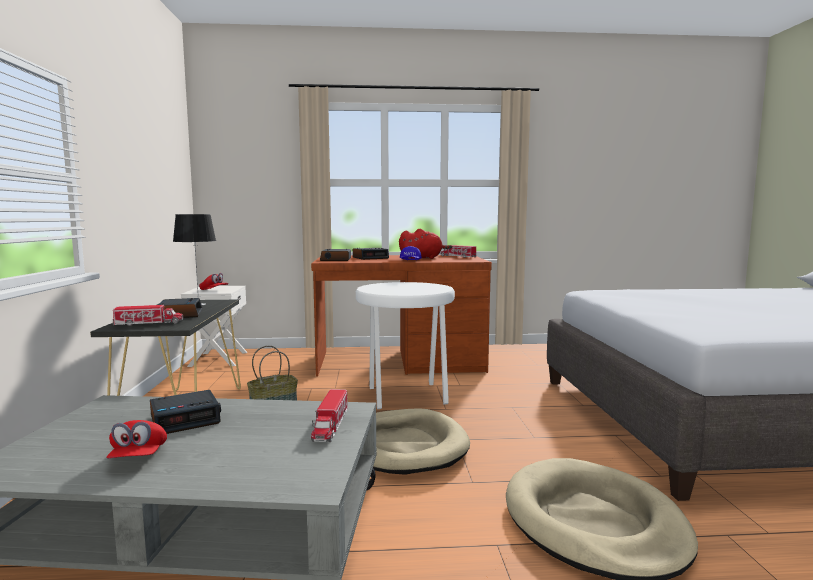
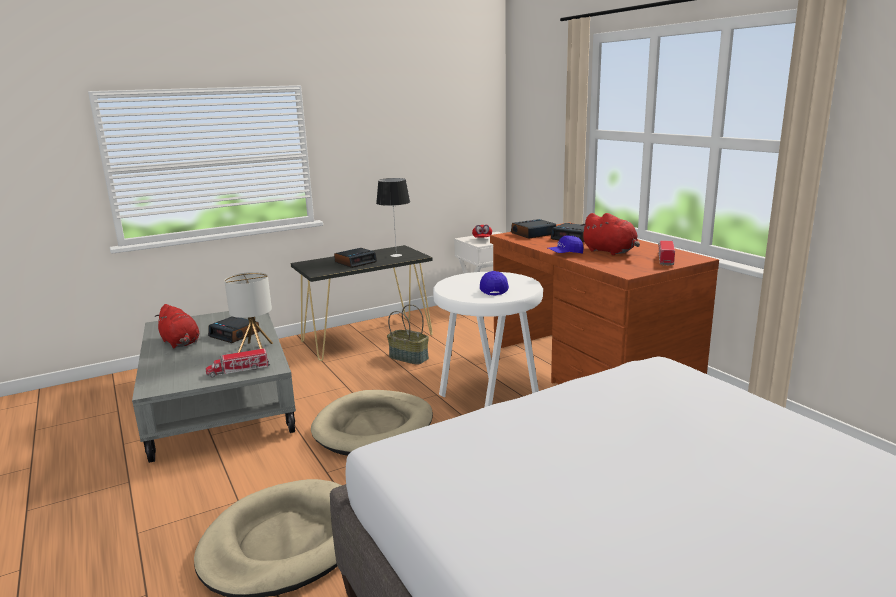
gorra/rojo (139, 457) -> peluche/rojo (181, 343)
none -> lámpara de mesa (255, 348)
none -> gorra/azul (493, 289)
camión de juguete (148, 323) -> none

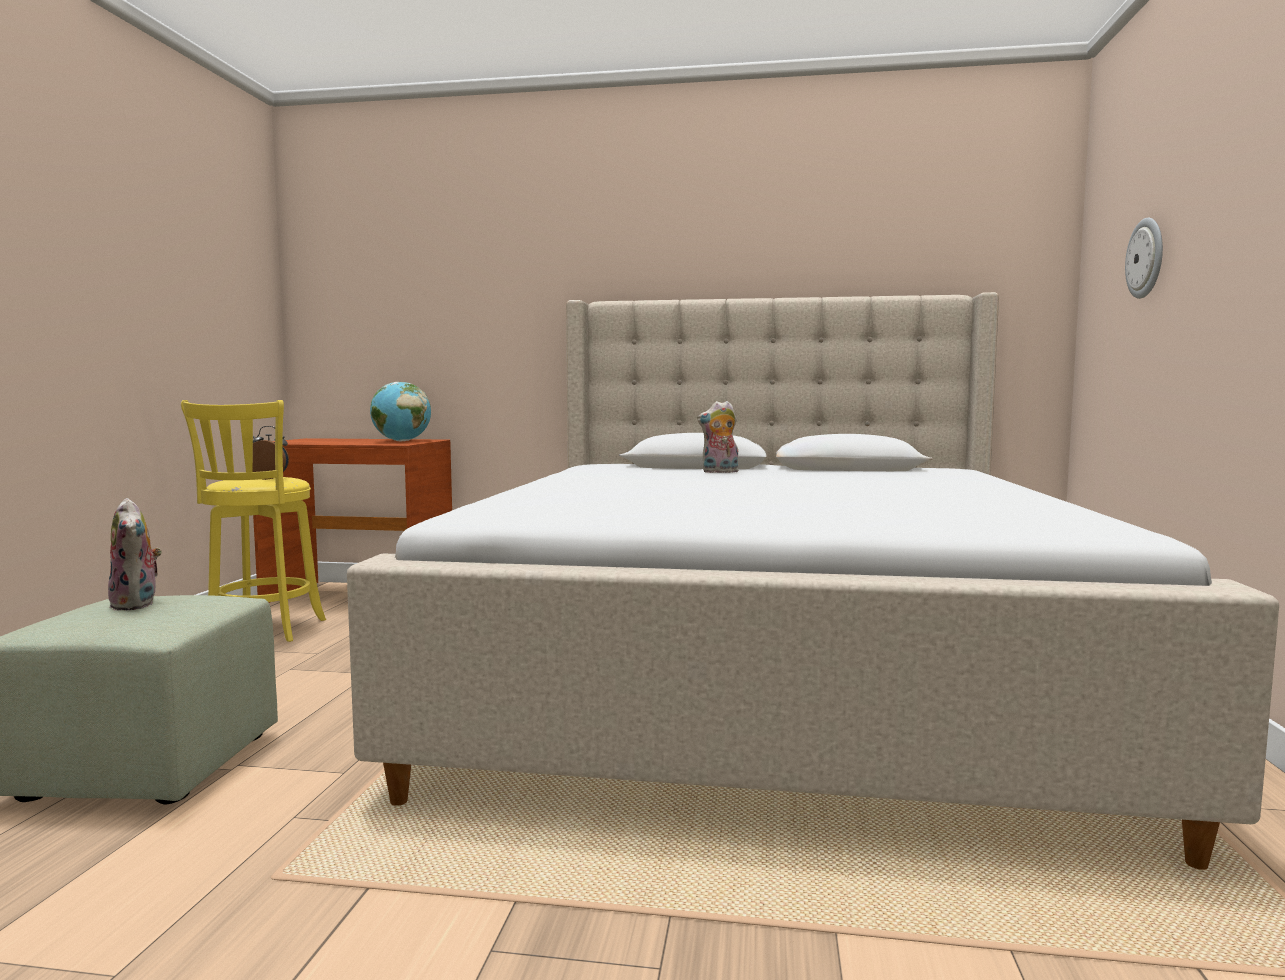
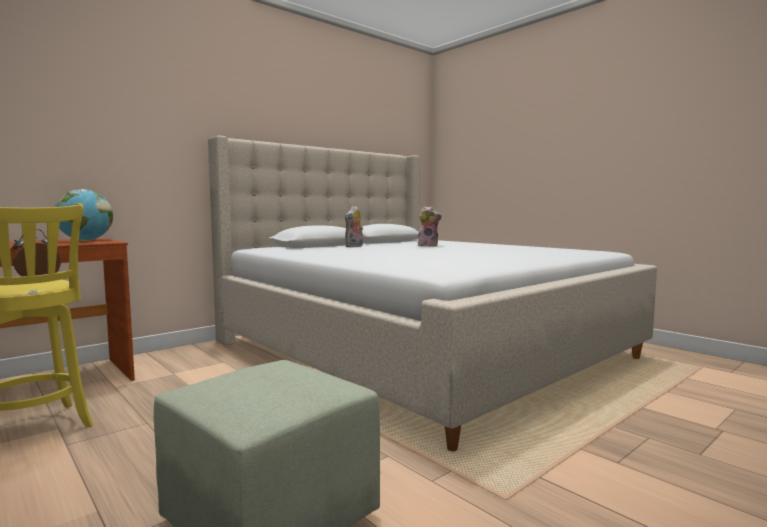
peluche (137, 604) -> peluche (428, 245), shifted
reloj de pared (1146, 258) -> none

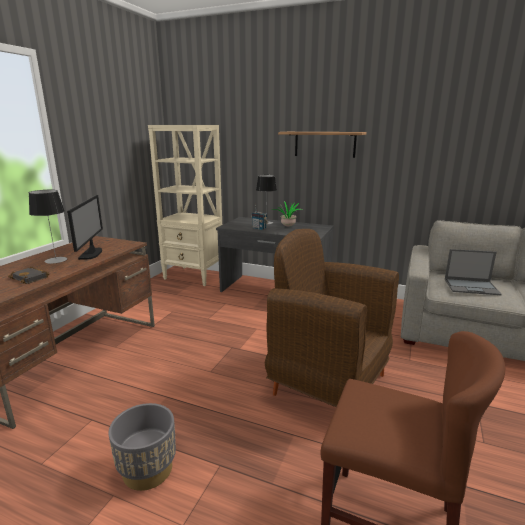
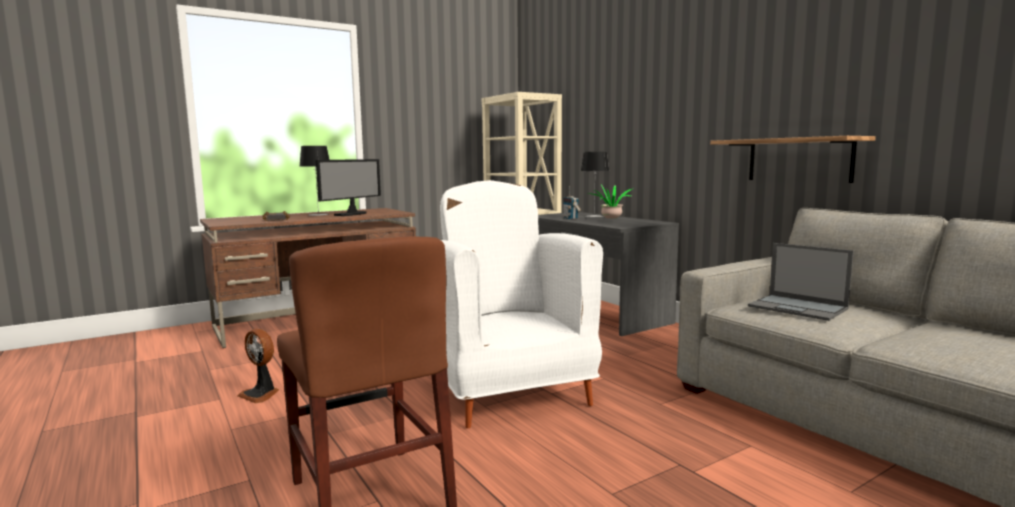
maceta/gris (148, 470) -> ventilador (261, 394)
sillón/marrón (327, 384) -> sillón/blanco (510, 393)
estante (324, 144) -> estante (799, 160), shifted

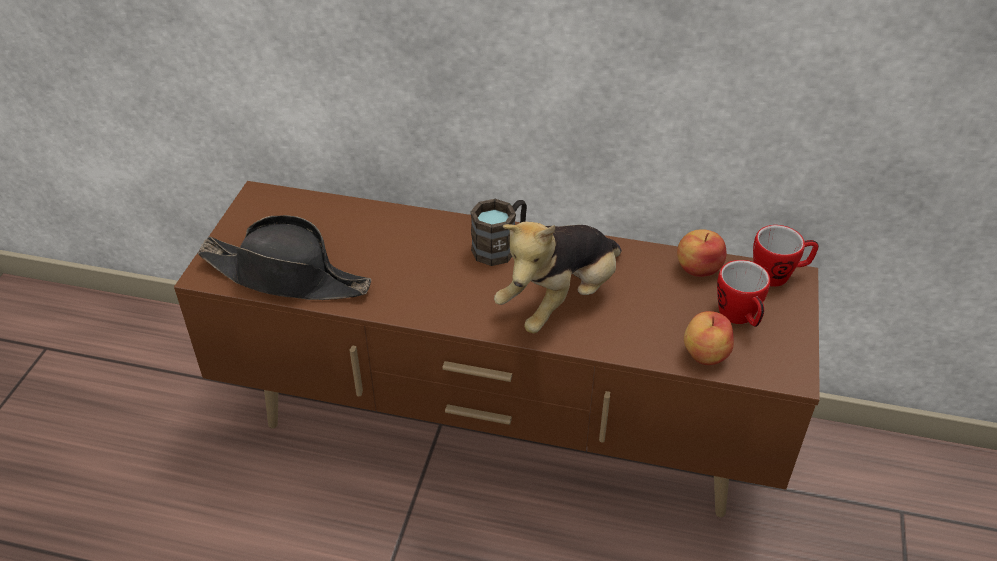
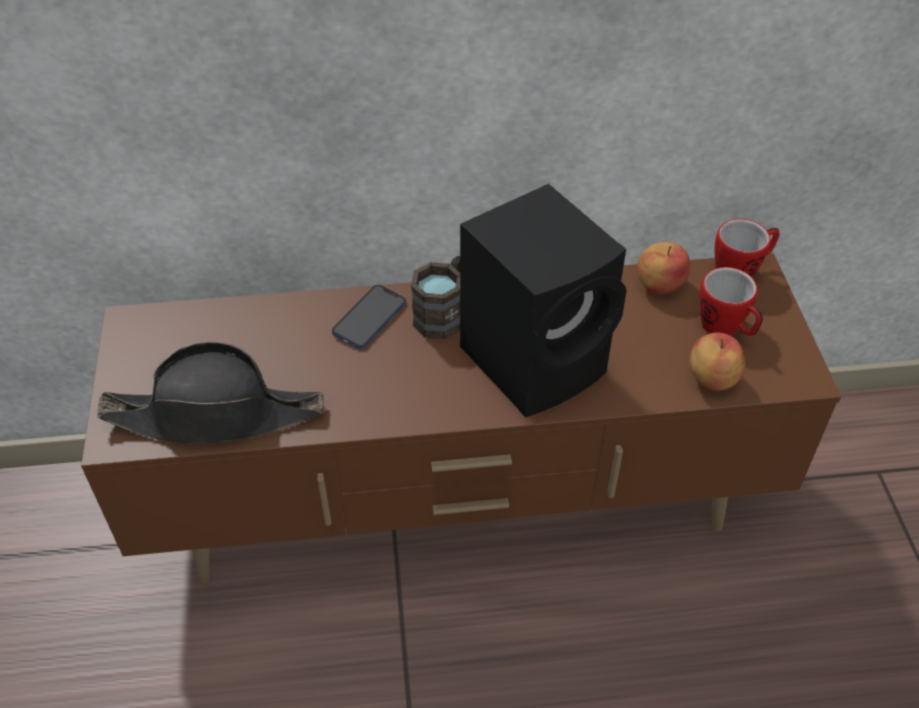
none -> móvil (369, 318)
peluche (560, 300) -> altavoz/negro (537, 359)

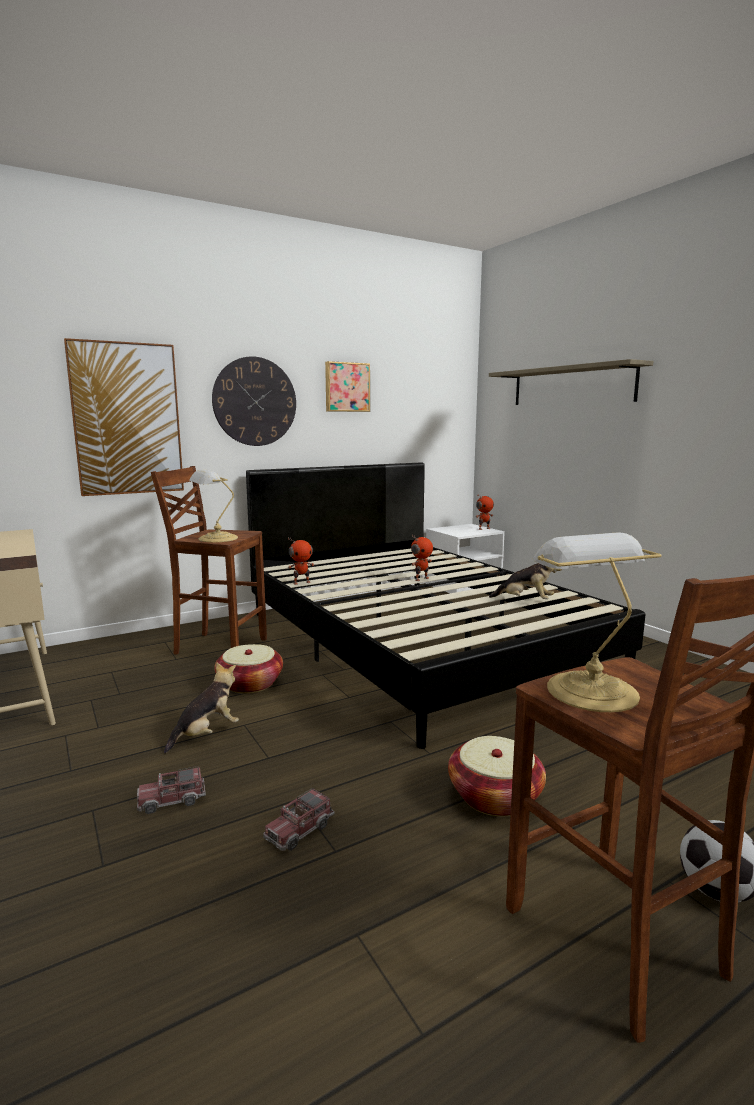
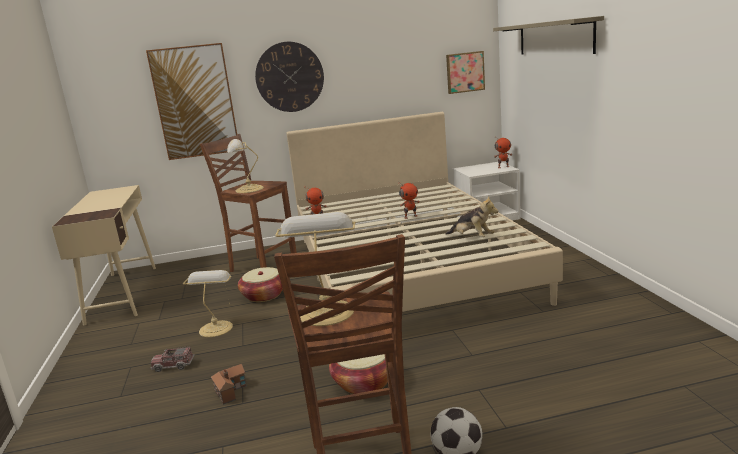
peluche (206, 734) -> lámpara de mesa (216, 328)
camión de juguete (299, 830) -> casita (230, 389)
cama/negro (418, 641) -> cama/beis (407, 266)
cuadro (346, 387) -> cuadro (465, 72), shifted

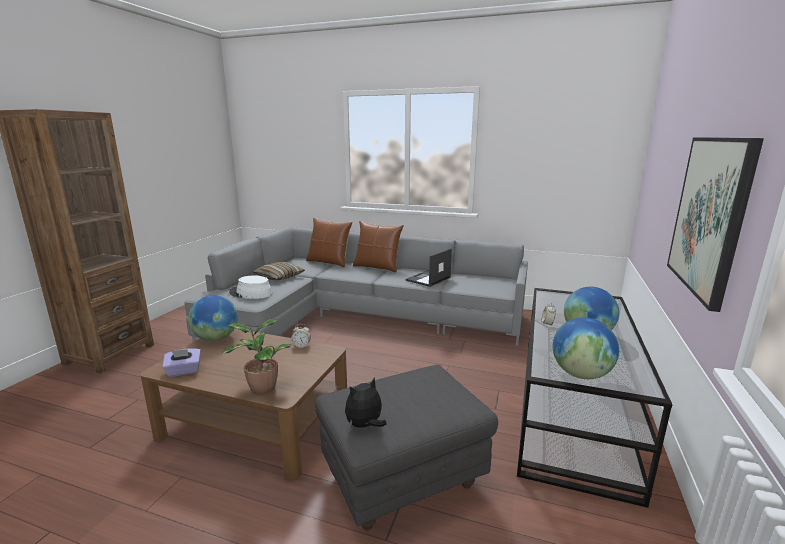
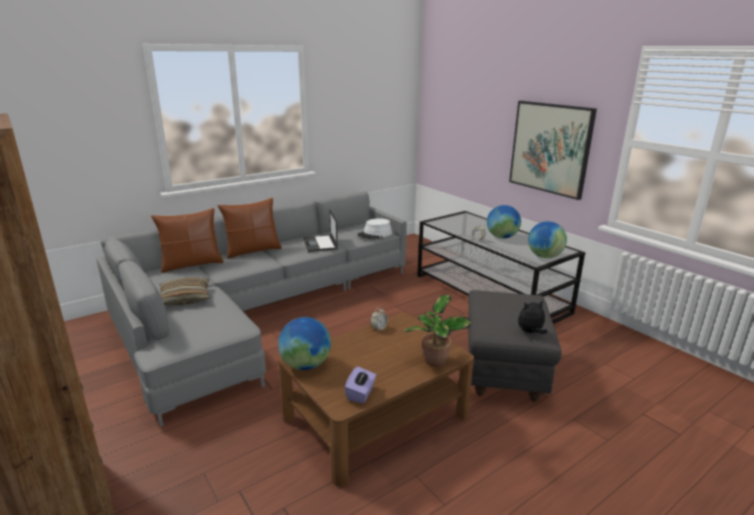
sombrero/blanco (250, 293) -> sombrero/blanco (375, 234), shifted
peluche (365, 426) -> peluche (530, 332), 75 degrees clockwise

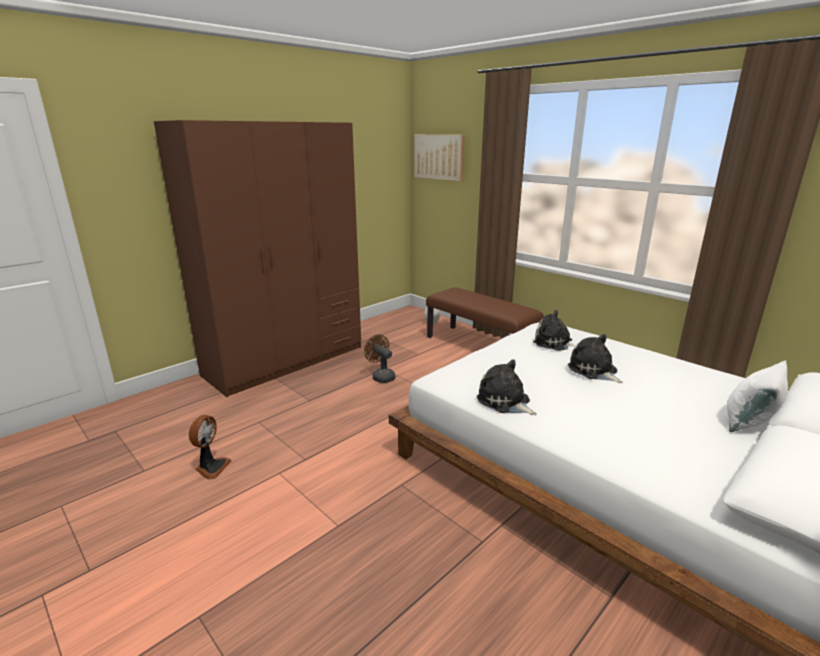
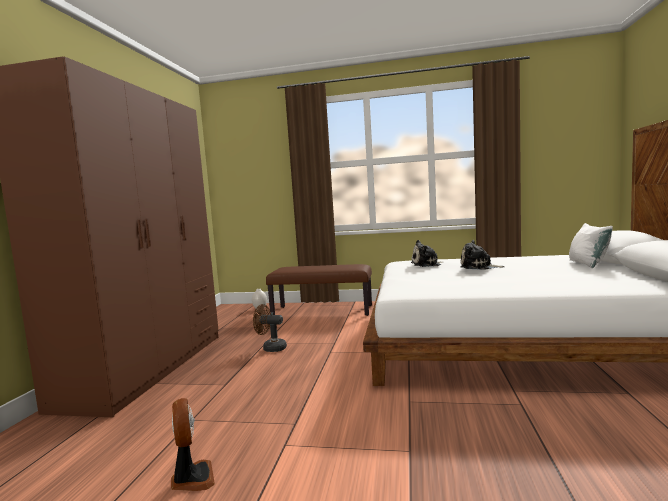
cuadro (439, 157) -> none
peluche (505, 402) -> none

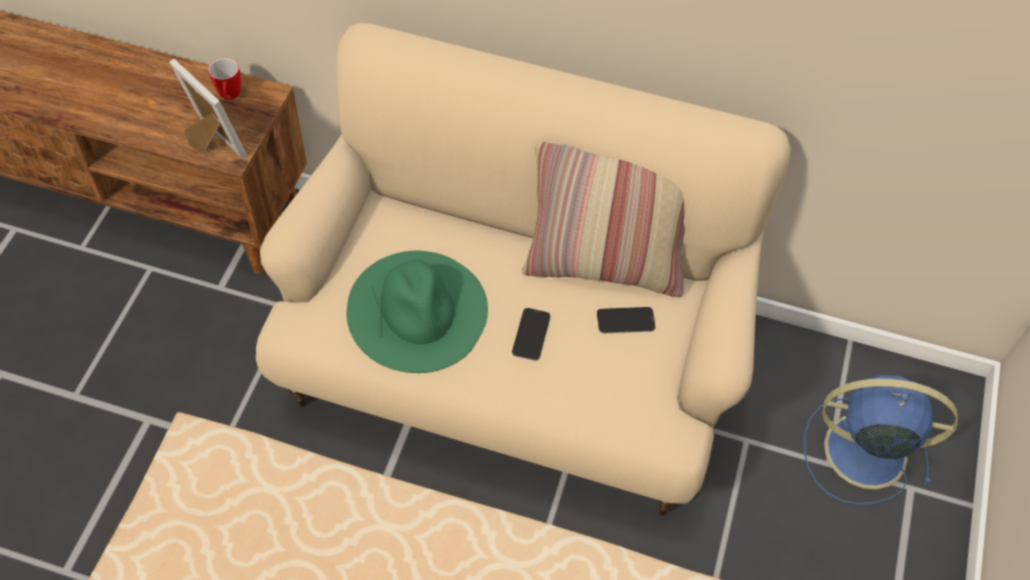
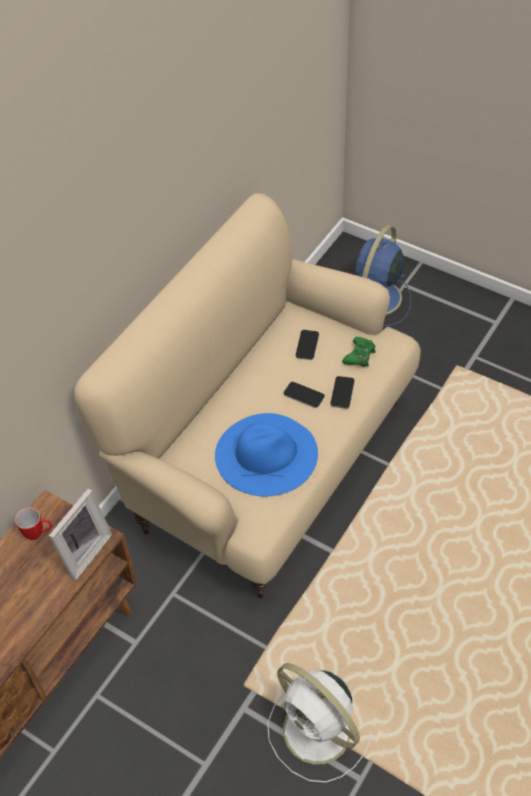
portarretratos (211, 144) -> portarretratos (83, 551), 150 degrees clockwise
sombrero/verde (417, 310) -> sombrero/azul (266, 454)
none -> ventilador/blanco (319, 732)
none -> móvil (342, 393)
none -> mando de consola/verde (359, 356)
cojín (604, 266) -> none

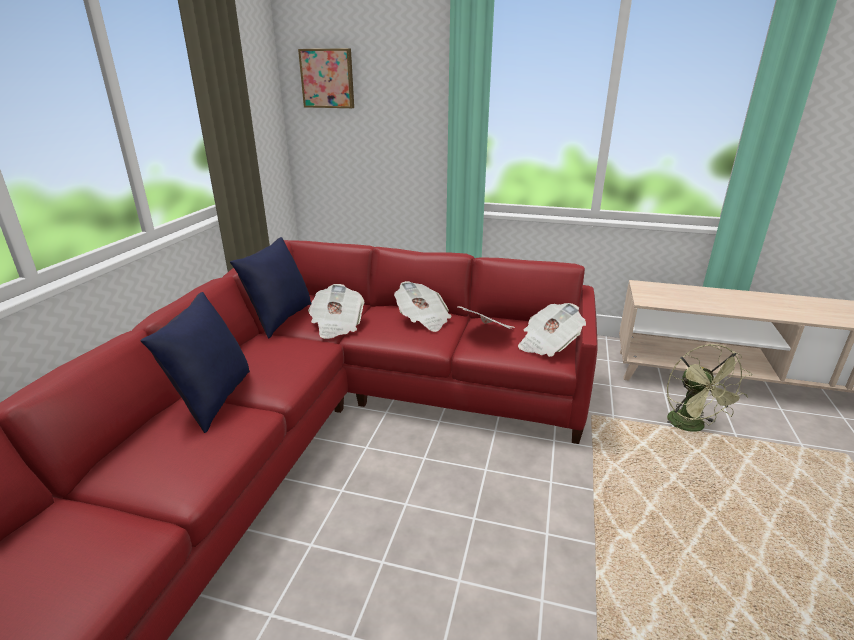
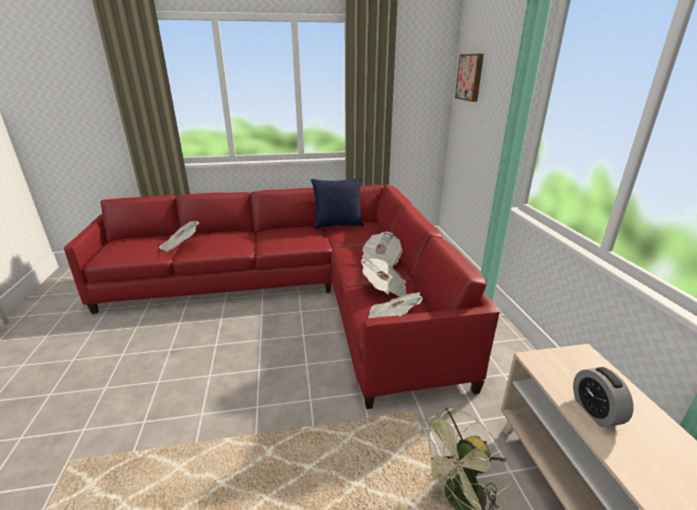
periódico (336, 325) -> periódico (180, 246), shifted
none -> despertador (595, 411)
cojín/azul (212, 400) -> none

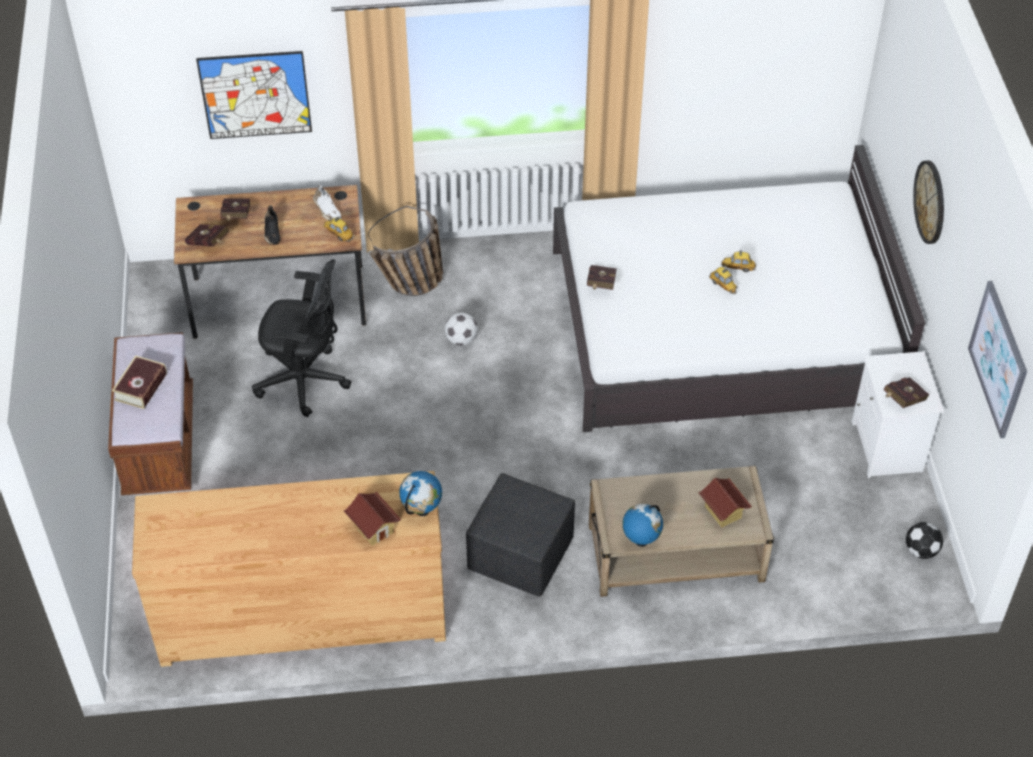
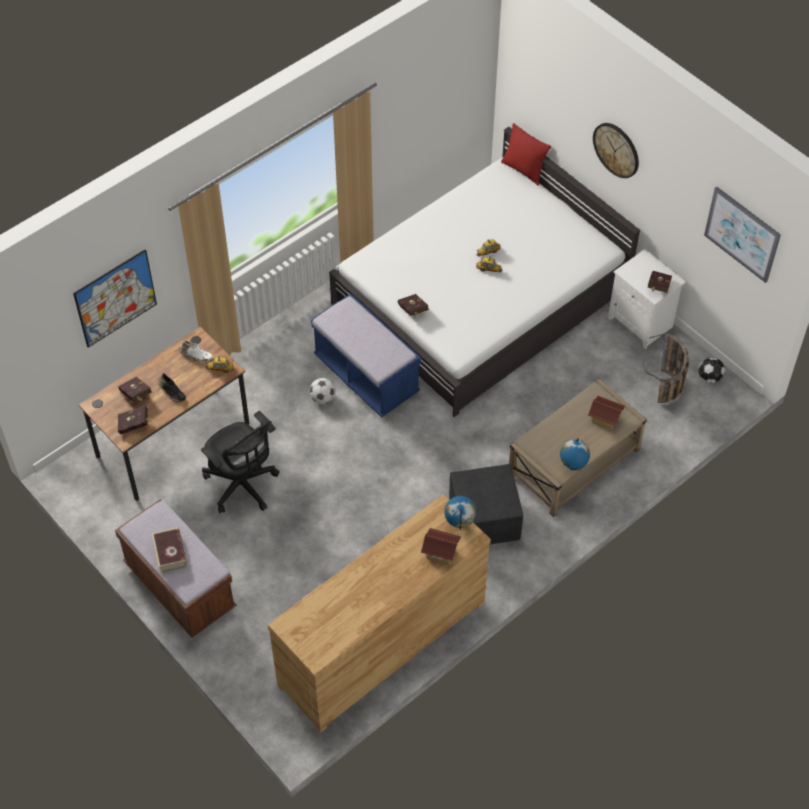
silla de oficina/negro (305, 381) -> silla de oficina/negro (243, 486), 75 degrees clockwise
none -> banco/azul (366, 376)
none -> cojín/rojo (523, 170)
cesta (411, 287) -> cesta (665, 394), shifted

